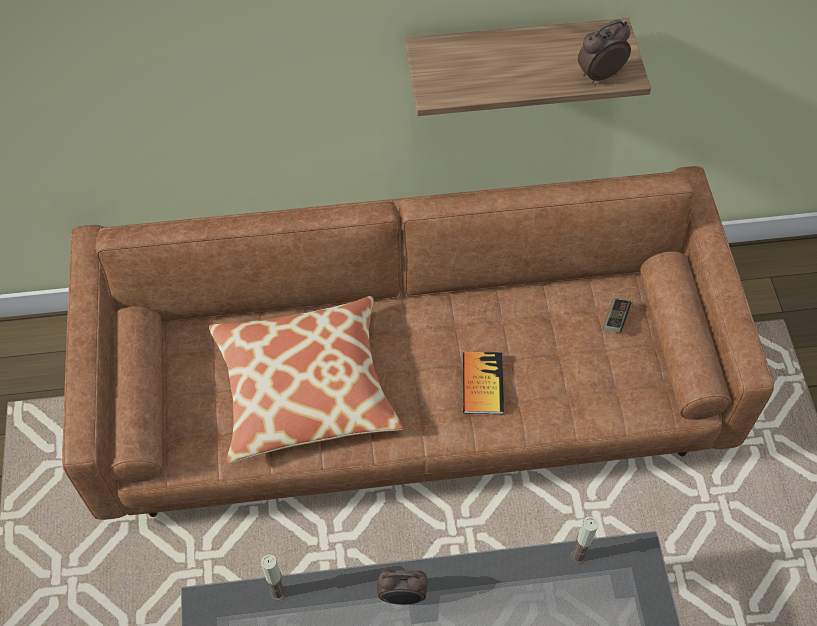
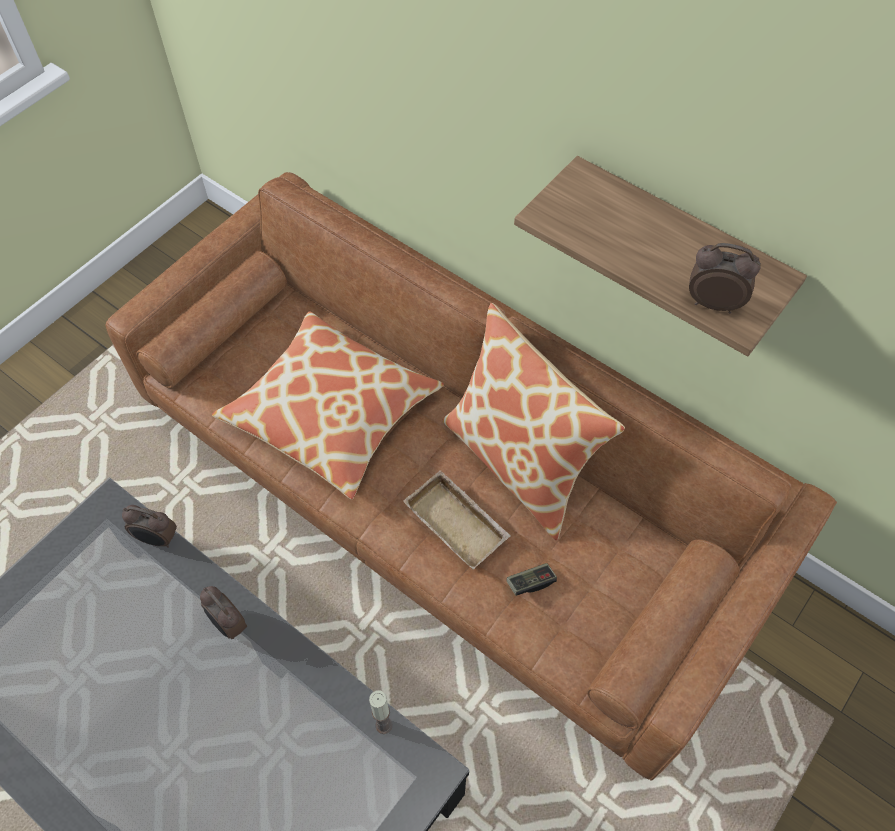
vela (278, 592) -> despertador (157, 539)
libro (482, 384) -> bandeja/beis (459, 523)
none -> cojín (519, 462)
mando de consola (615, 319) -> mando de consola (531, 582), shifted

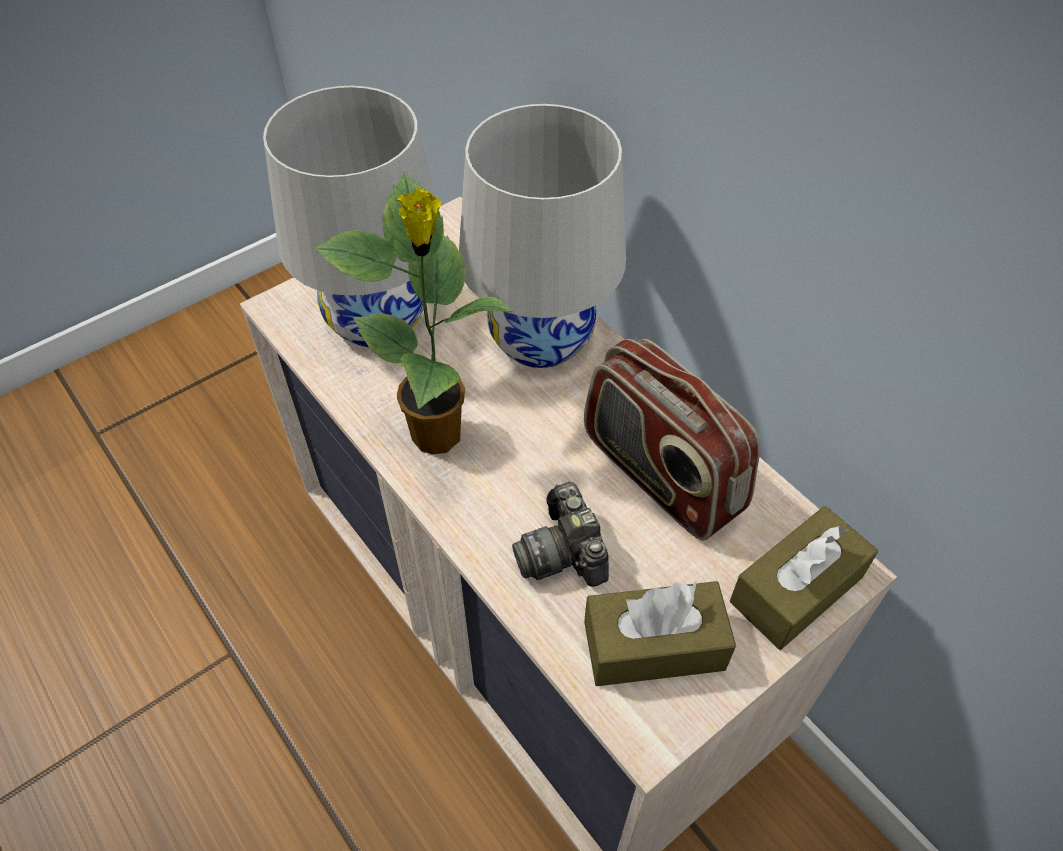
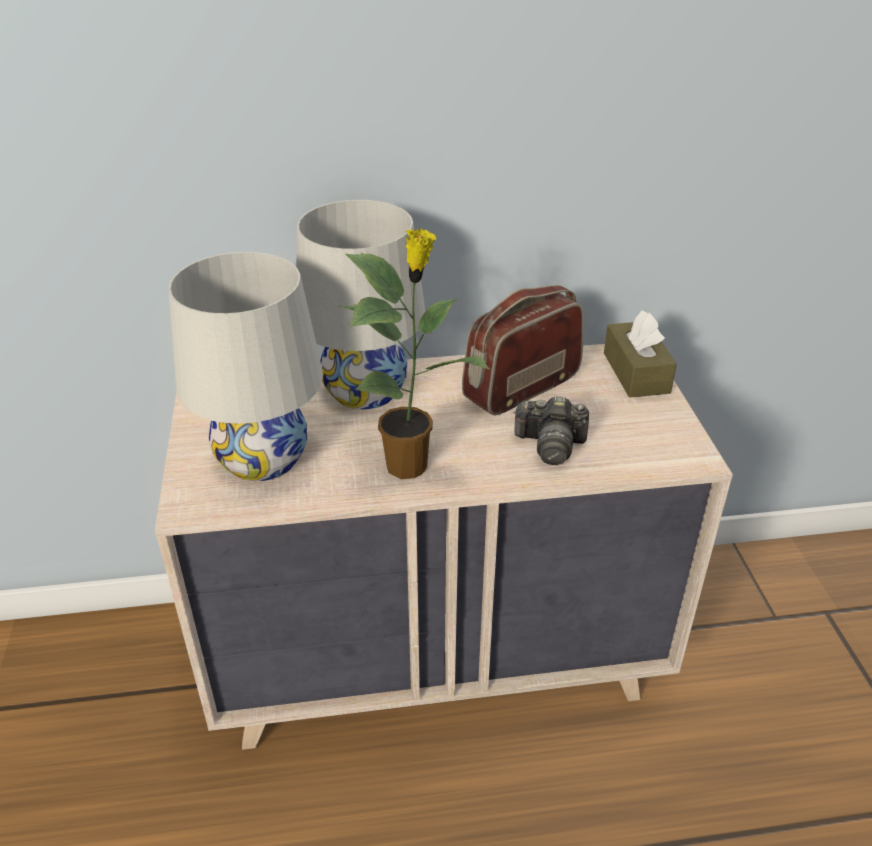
radio (660, 474) -> radio (521, 387), 150 degrees clockwise
caja de pañuelos/marrón (654, 645) -> none

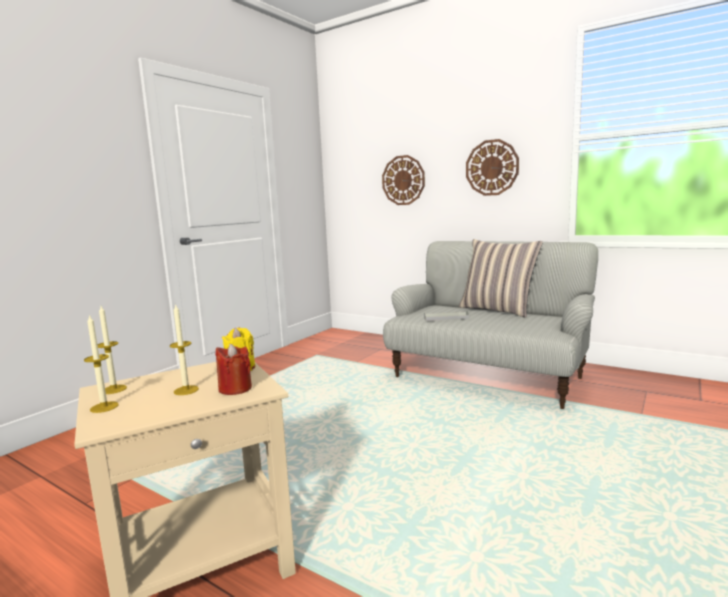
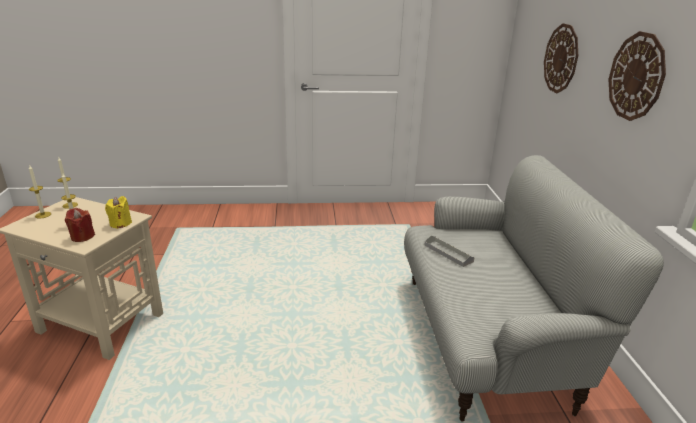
cojín (498, 310) -> none

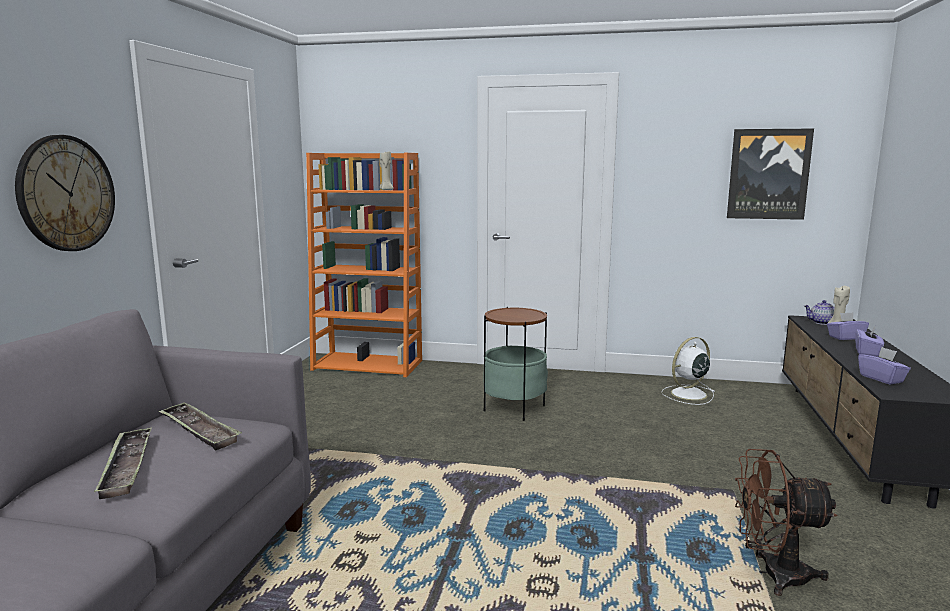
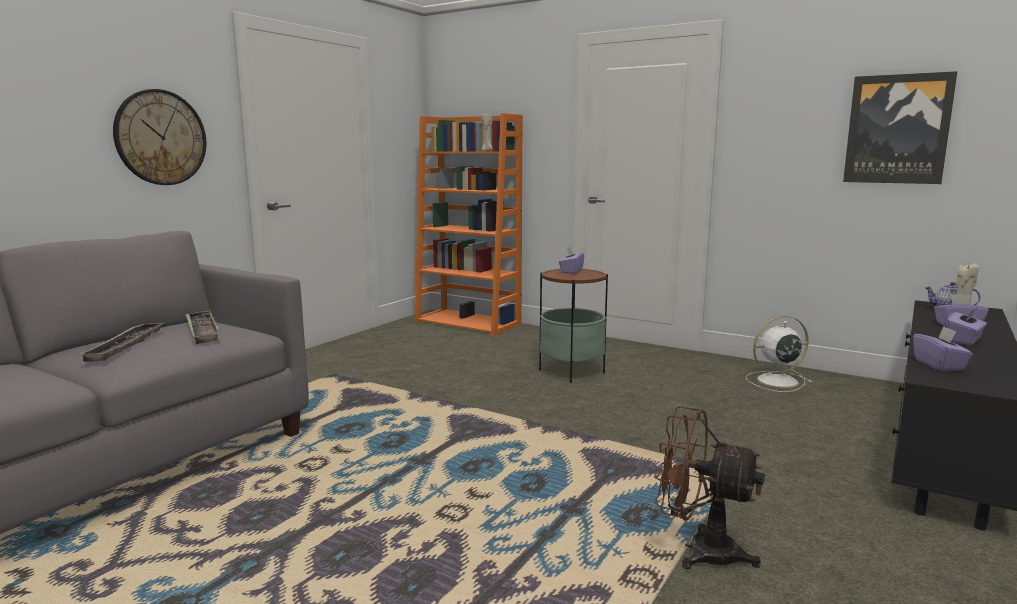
none -> caja de pañuelos/morado (571, 271)

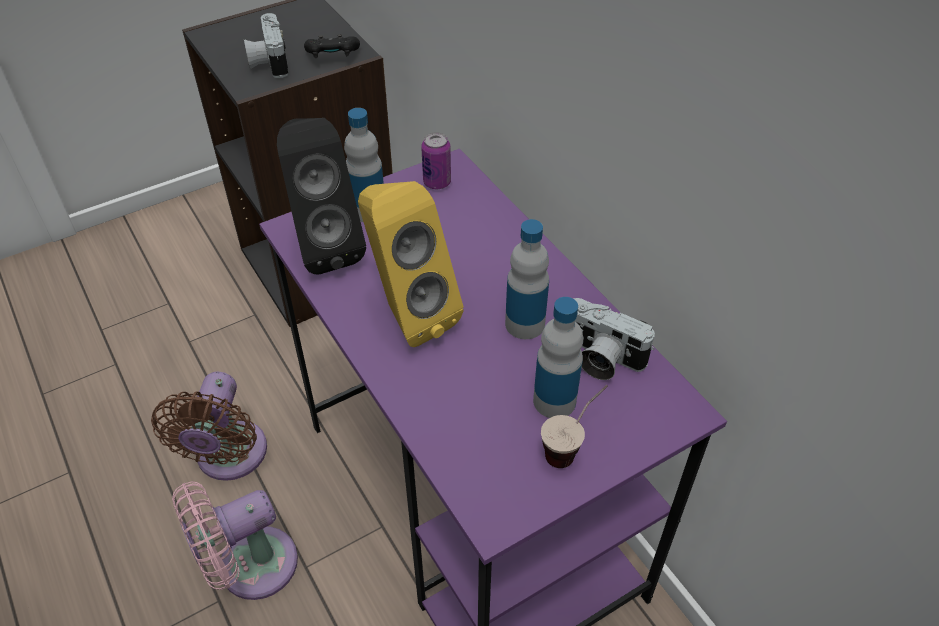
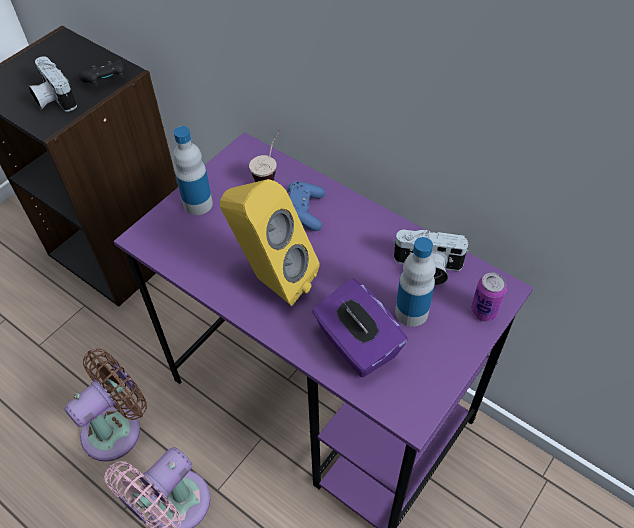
ventilador/marrón (229, 457) -> ventilador/marrón (117, 428), 120 degrees counterclockwise
taza (572, 447) -> taza (270, 176), shifted
none -> mando de consola/azul (304, 212)
none -> caja de pañuelos/morado (356, 344)
lata (437, 182) -> lata (483, 311), shifted
altavoz/negro (324, 246) -> none
botella (525, 324) -> none

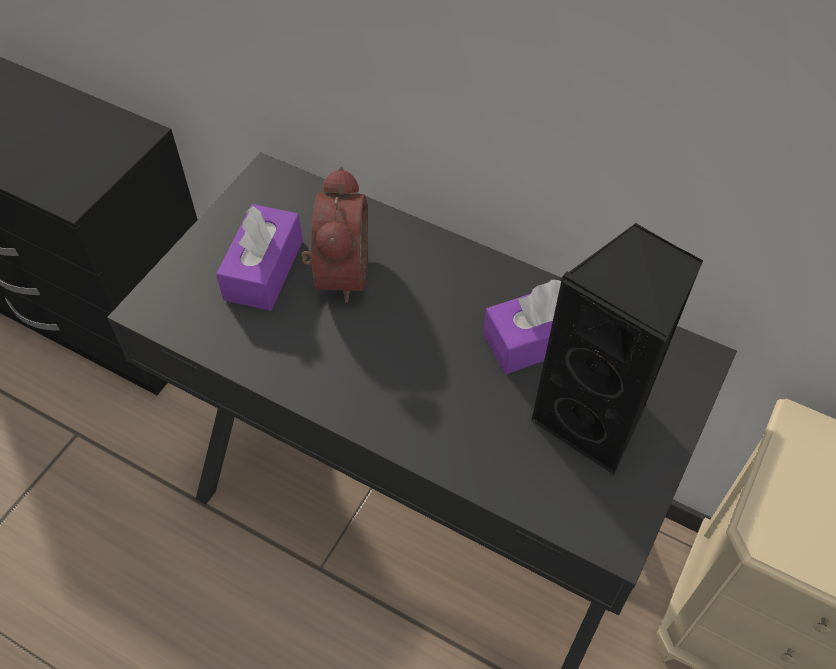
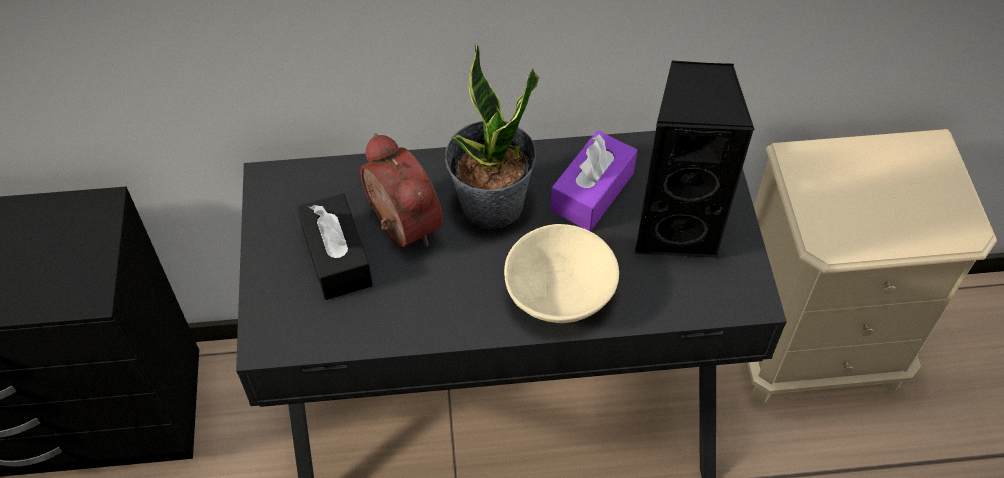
caja de pañuelos/morado (264, 269) -> caja de pañuelos/negro (337, 257)
none -> planta en maceta (491, 204)
none -> cuenco/beis (558, 291)

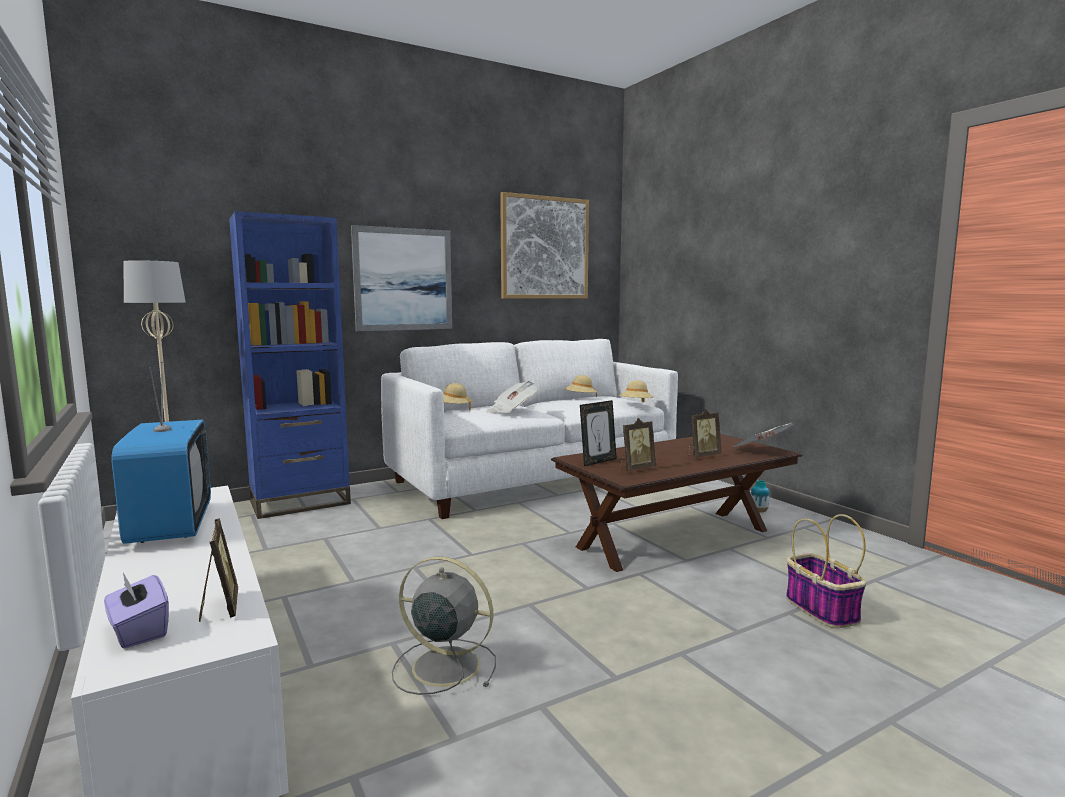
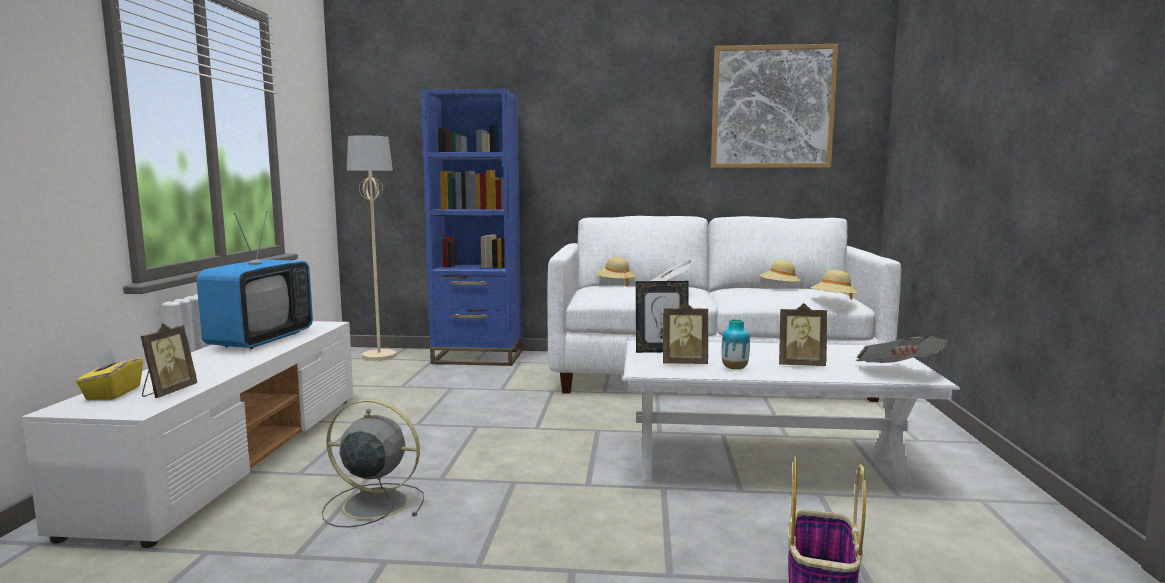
caja de pañuelos/morado (138, 631) -> caja de pañuelos/amarillo (112, 393)
ventilador/gris (443, 665) -> ventilador/gris (372, 504), 45 degrees counterclockwise
mesa de centro/marrón (674, 538) -> mesa de centro/blanco (767, 466)
florero (759, 511) -> florero (734, 368), shifted
cuadro (403, 279) -> none

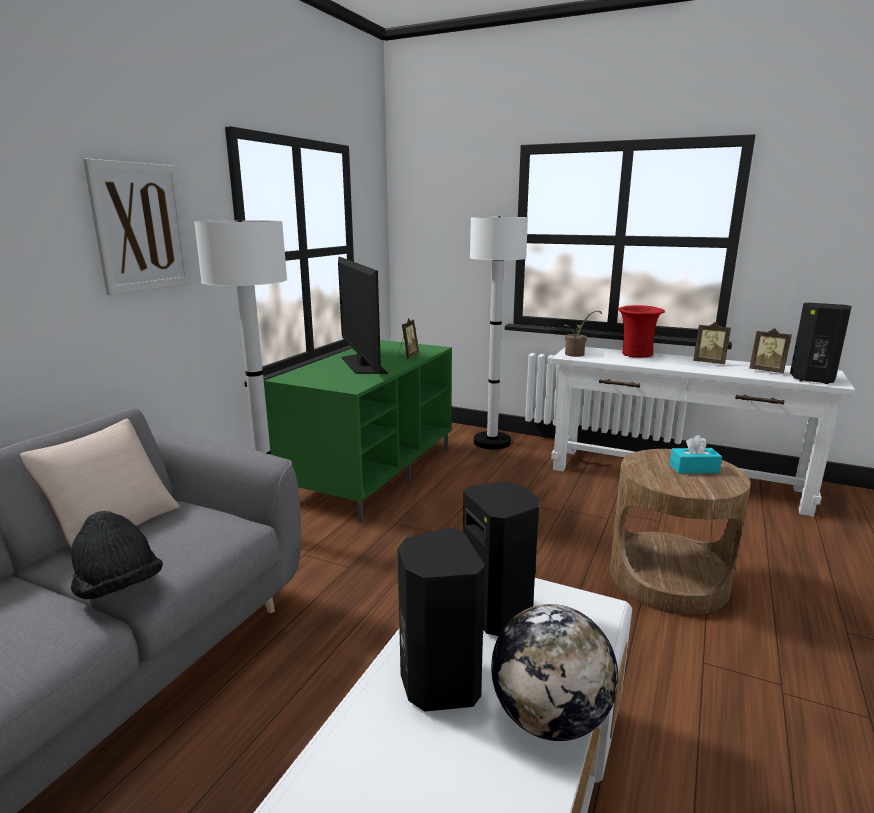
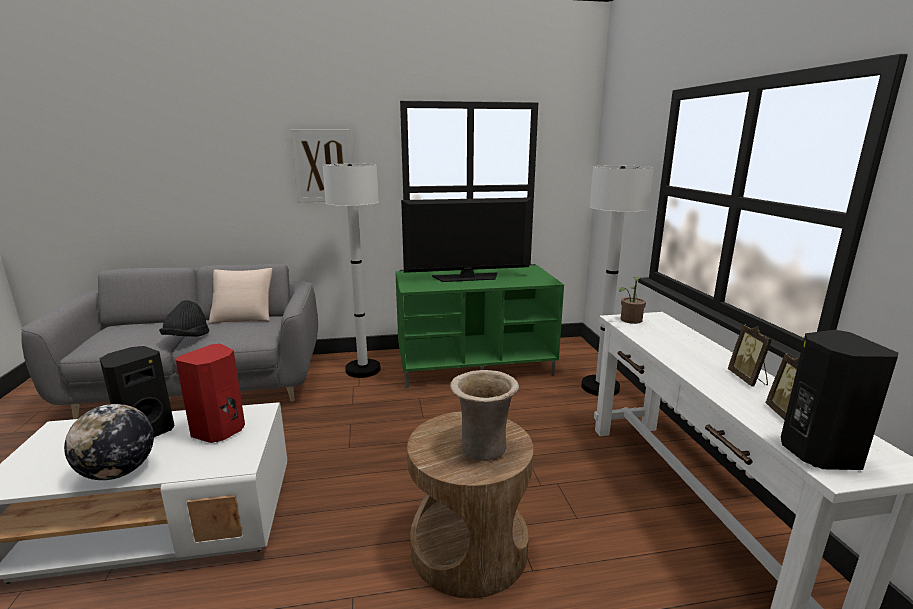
altavoz/negro (499, 612) -> altavoz/rojo (220, 431)
televisor (362, 364) -> televisor (467, 277), 135 degrees counterclockwise
caja de pañuelos/turquesa (694, 468) -> florero/beis (482, 447)
portarretratos (407, 357) -> none
florero/rojo (636, 355) -> none

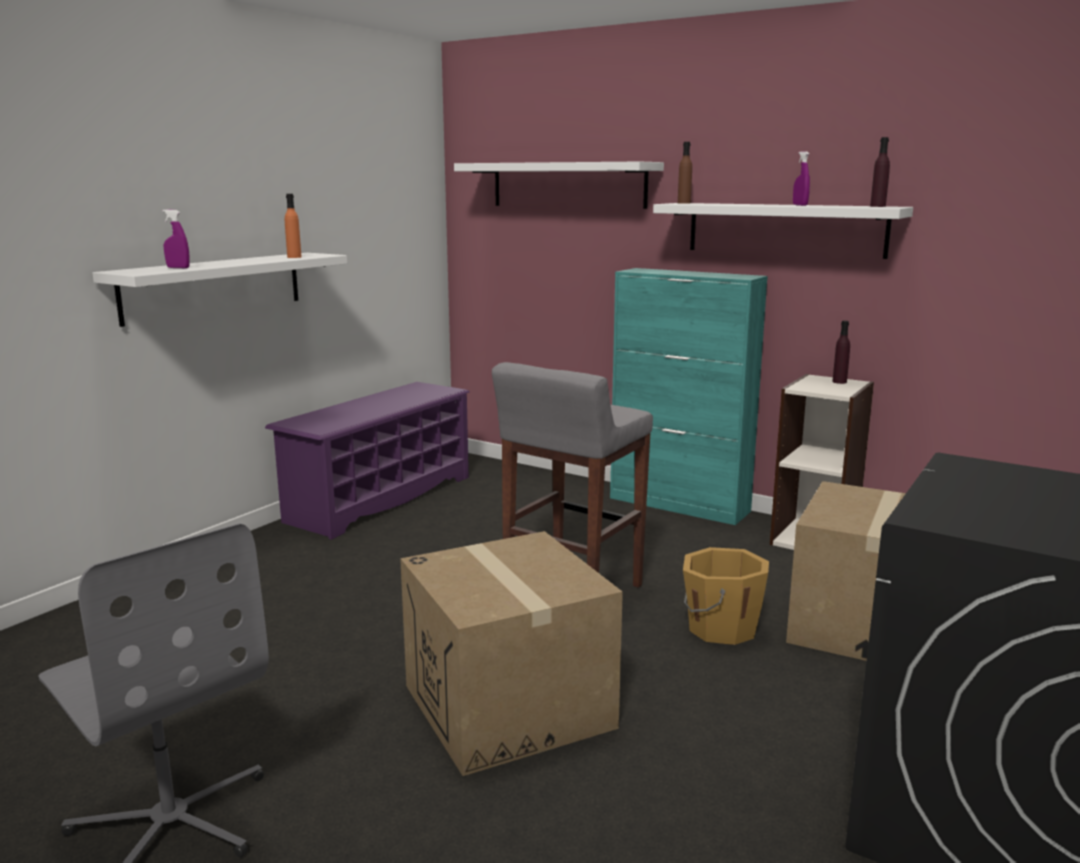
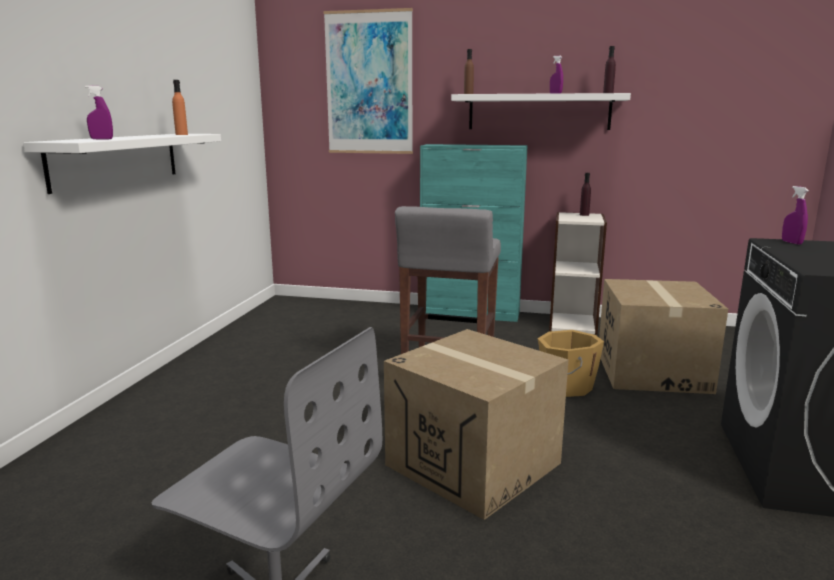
estante/blanco (568, 185) -> cuadro (369, 83)
none -> pulverizador/morado (791, 242)
zapatero/morado (380, 499) -> none

